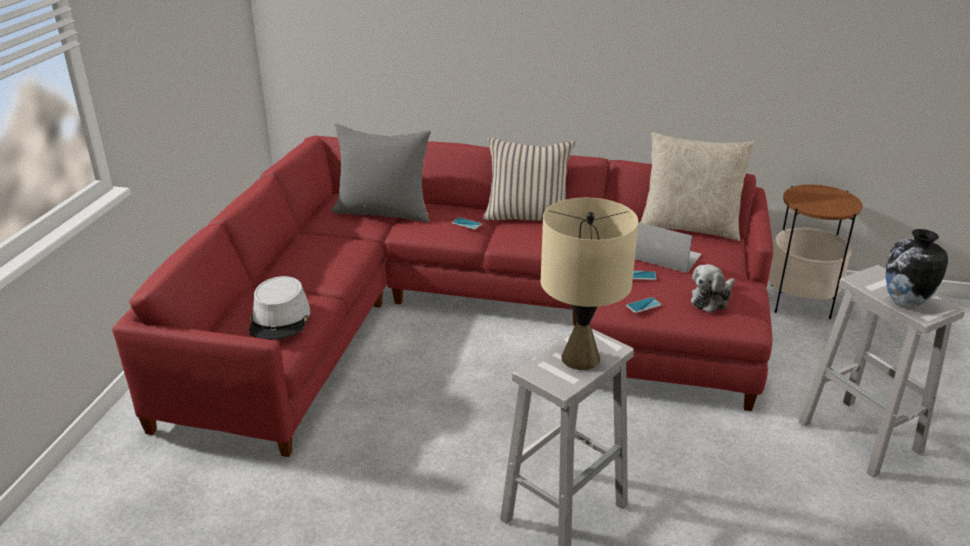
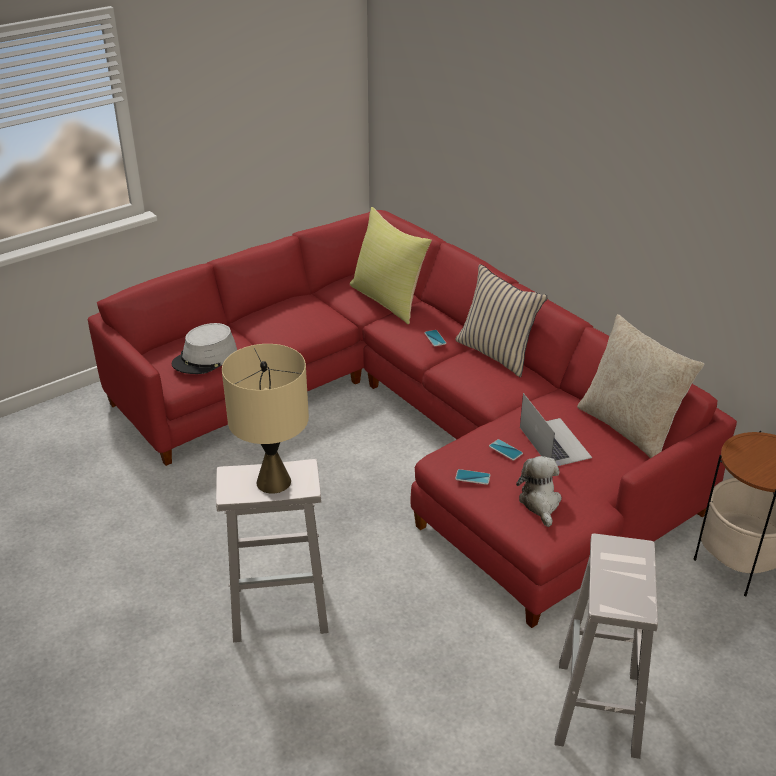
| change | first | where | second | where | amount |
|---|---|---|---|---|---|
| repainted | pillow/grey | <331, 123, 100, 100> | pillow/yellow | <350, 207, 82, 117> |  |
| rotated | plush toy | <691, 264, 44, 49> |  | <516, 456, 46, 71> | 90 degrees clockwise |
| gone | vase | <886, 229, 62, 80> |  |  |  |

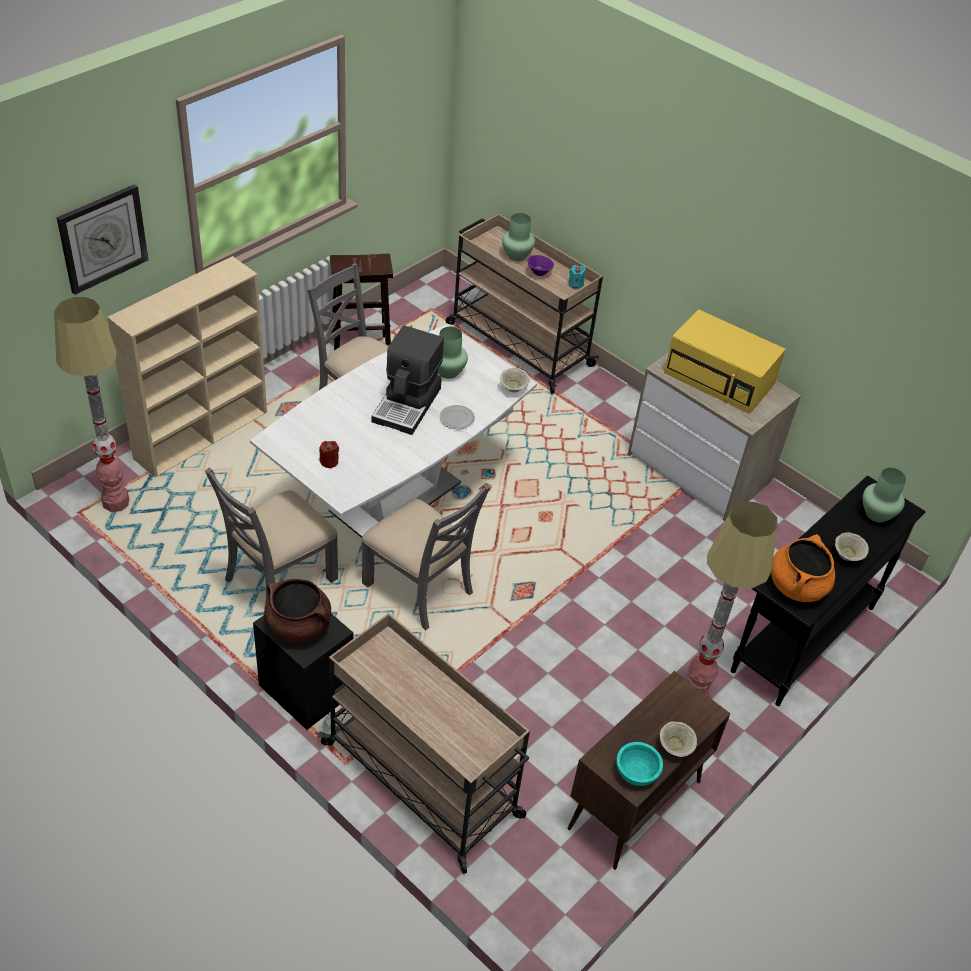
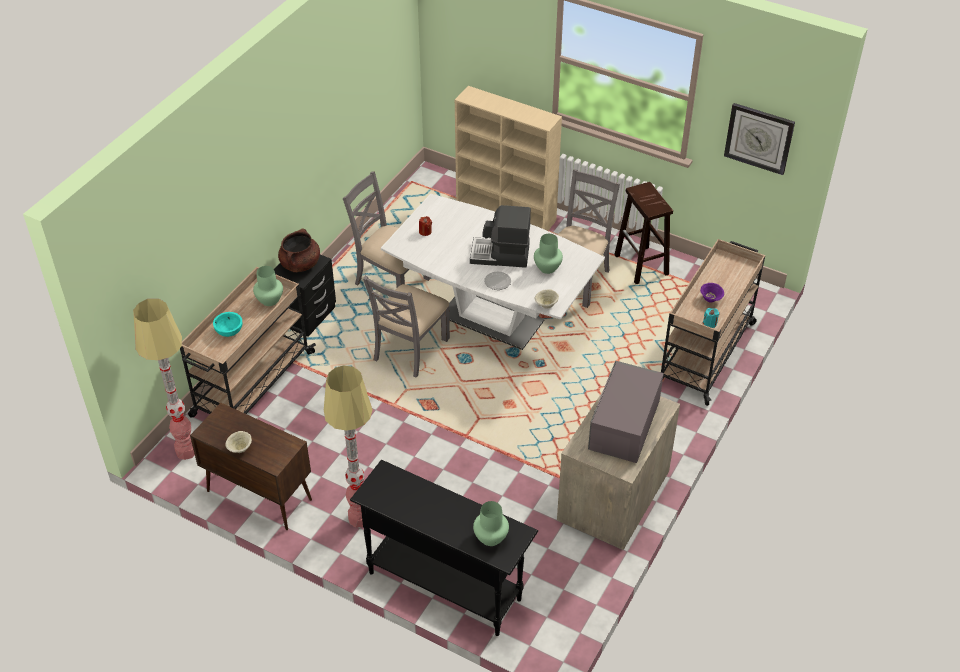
| change | first | where | second | where | amount |
|---|---|---|---|---|---|
| shifted | floor lamp | <54, 297, 75, 215> |  | <133, 299, 62, 161> |  |
| shifted | bowl/turquoise | <617, 742, 46, 44> |  | <213, 312, 29, 25> |  |
| shifted | vase/green | <502, 213, 33, 48> |  | <253, 266, 30, 40> |  |
| repainted | microwave/yellow | <664, 309, 122, 105> | microwave/grey | <588, 361, 76, 102> |  |
| shifted | wall clock | <57, 184, 91, 111> |  | <724, 103, 71, 72> |  |
| gone | cooking pot/orange | <771, 534, 64, 68> |  |  |  |
| gone | bowl/beige | <835, 532, 34, 29> |  |  |  |

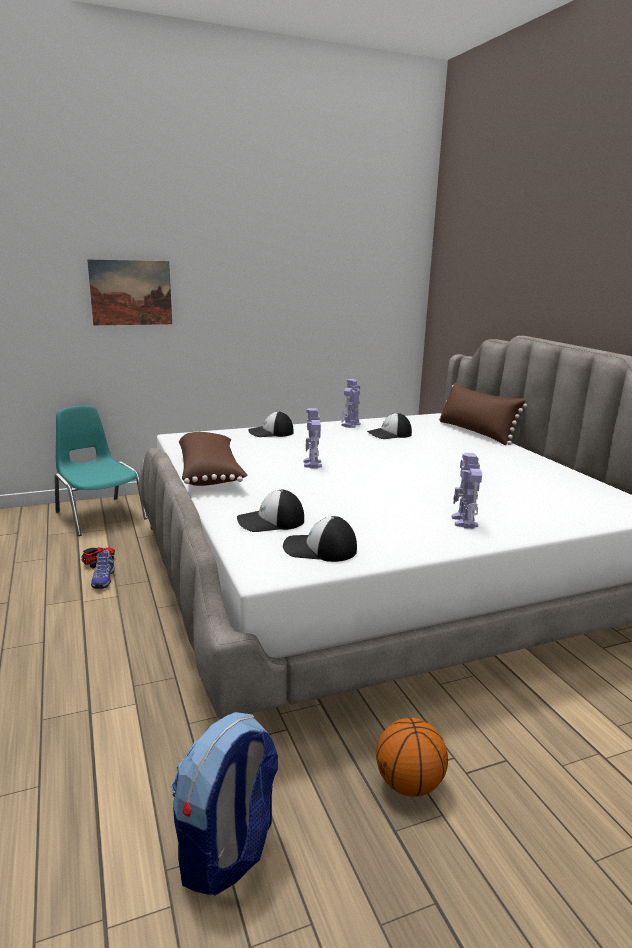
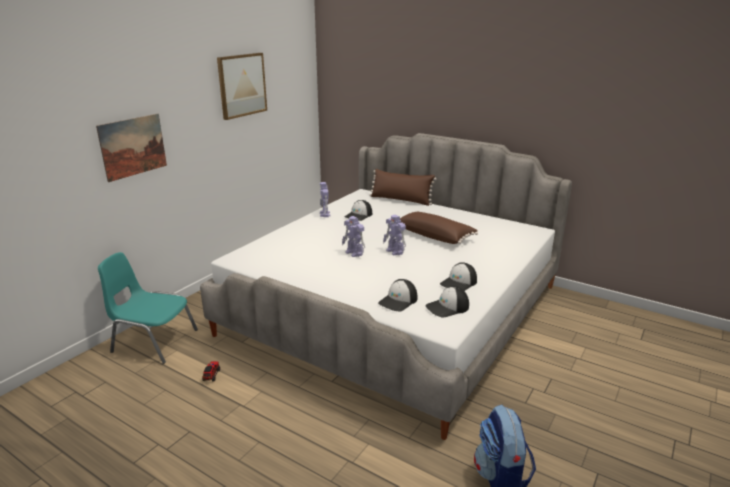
| change | first | where | second | where | amount |
|---|---|---|---|---|---|
| new |  |  | picture | <217, 53, 50, 67> |  |
| shifted | toy robot | <452, 453, 30, 76> |  | <383, 215, 23, 40> |  |
| shifted | pillow/brown | <179, 432, 69, 54> |  | <400, 212, 78, 32> |  |
| shifted | cap | <248, 412, 45, 25> |  | <440, 262, 37, 29> |  |
| gone | shoe | <91, 550, 24, 39> |  |  |  |
| gone | basketball | <376, 718, 72, 79> |  |  |  |

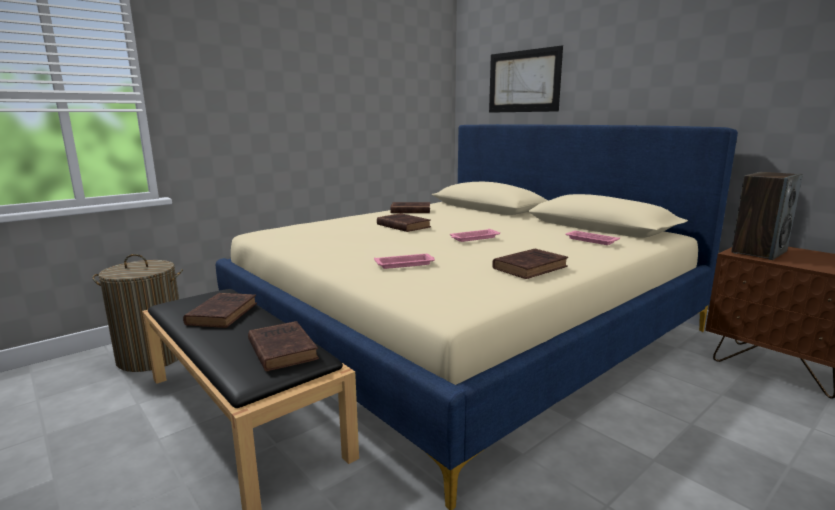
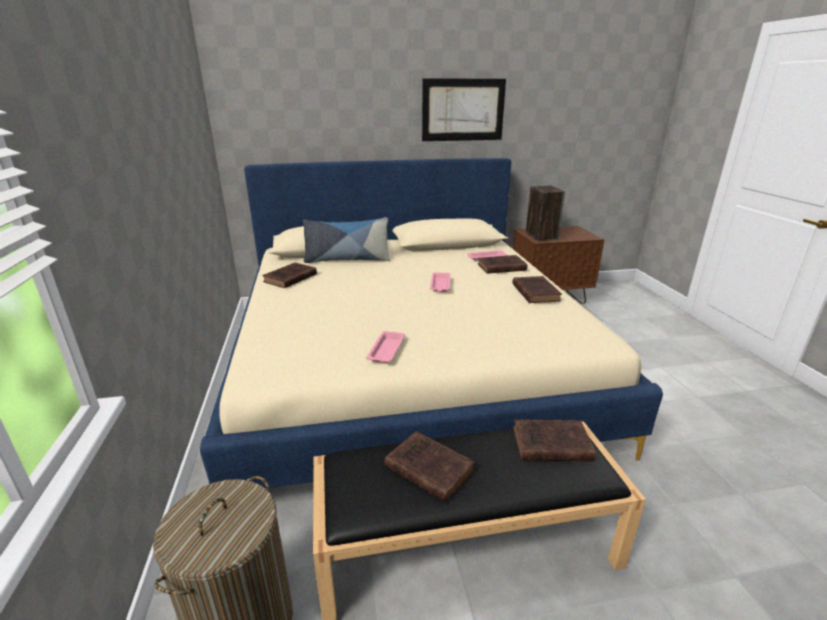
| change | first | where | second | where | amount |
|---|---|---|---|---|---|
| new |  |  | pillow | <303, 217, 87, 46> |  |
| shifted | tray/pink | <374, 254, 61, 15> |  | <366, 331, 39, 32> |  |
| shifted | picture | <489, 45, 74, 68> |  | <422, 79, 84, 62> |  |
| shifted | book/brown | <377, 213, 54, 19> |  | <478, 255, 49, 19> |  |

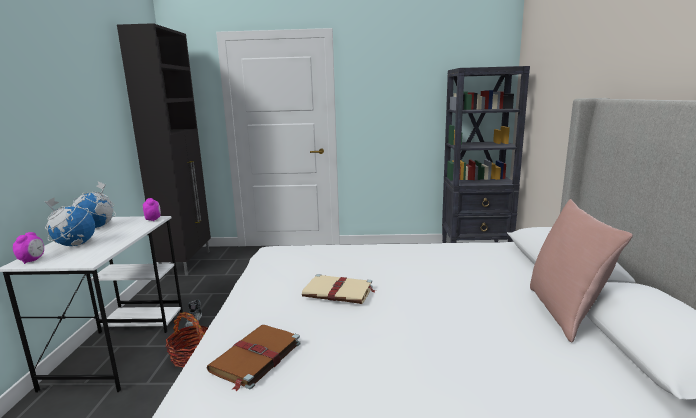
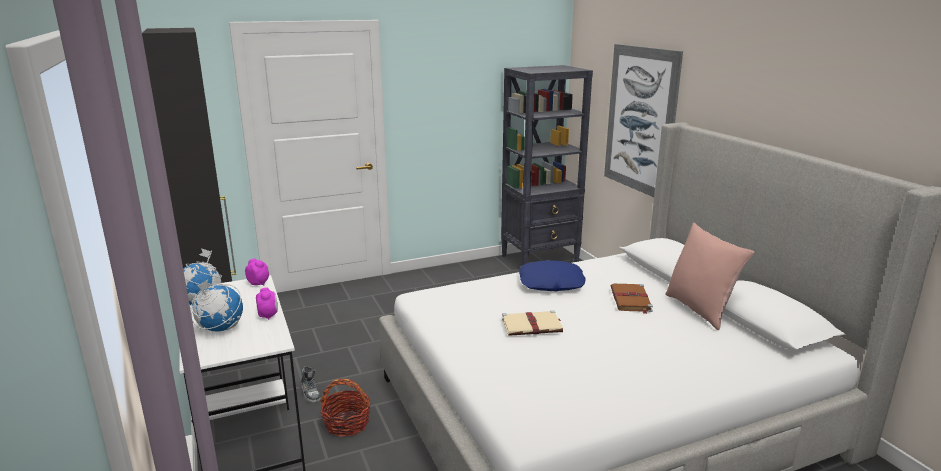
| change | first | where | second | where | amount |
|---|---|---|---|---|---|
| shifted | alarm clock | <13, 232, 31, 32> |  | <256, 288, 22, 32> |  |
| new |  |  | pillow/blue | <519, 260, 67, 31> |  |
| new |  |  | picture | <604, 44, 79, 153> |  |
| shifted | book/brown | <207, 325, 94, 66> |  | <611, 284, 42, 30> |  |

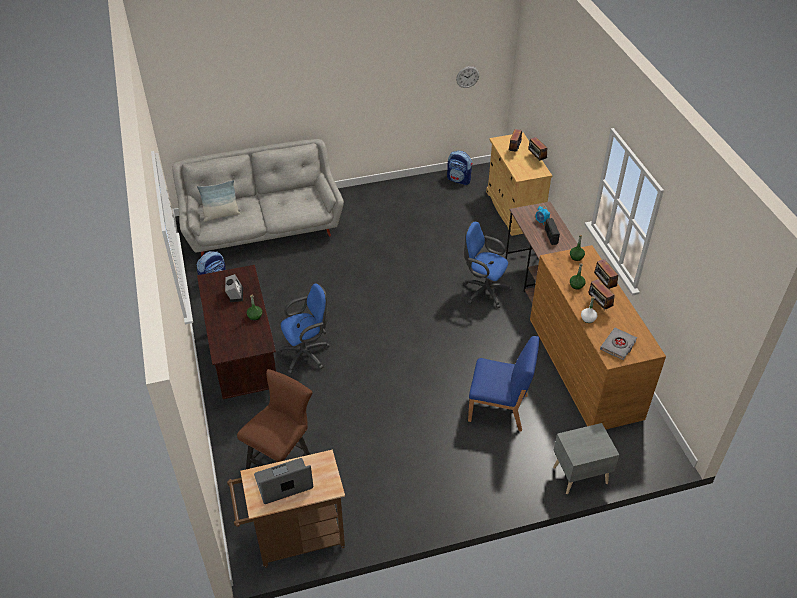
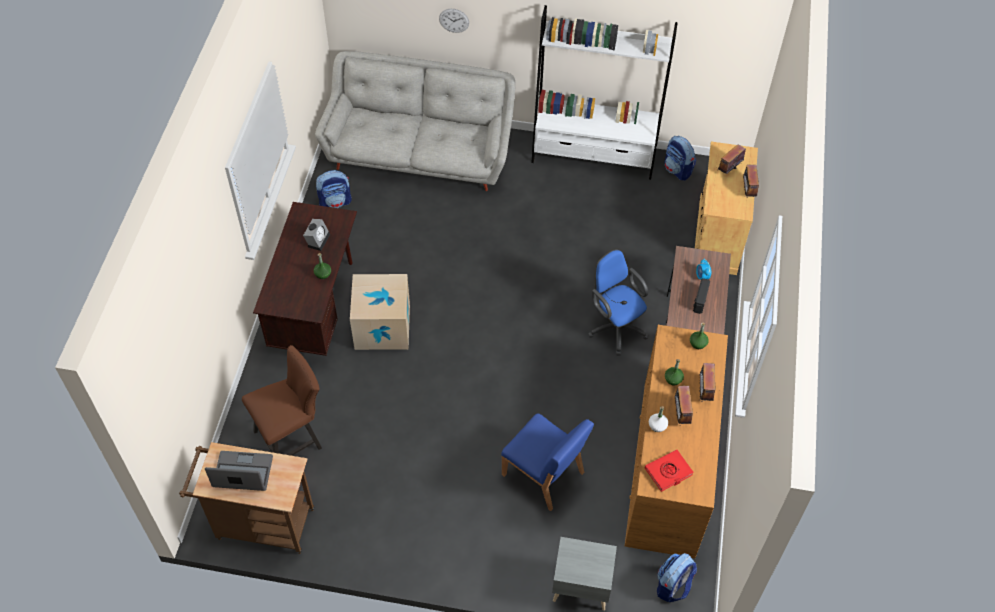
| change | first | where | second | where | amount |
|---|---|---|---|---|---|
| swapped | office chair/blue | <277, 283, 53, 91> | cardboard box | <350, 274, 60, 76> |  |
| shifted | wall clock | <456, 66, 23, 22> |  | <439, 9, 30, 24> |  |
| new |  |  | bookcase/white | <531, 5, 147, 175> |  |
| repainted | book/grey | <600, 328, 37, 32> | book/red | <645, 450, 49, 42> |  |
| new |  |  | backpack | <657, 553, 40, 49> |  |
| gone | pillow | <197, 180, 44, 42> |  |  |  |

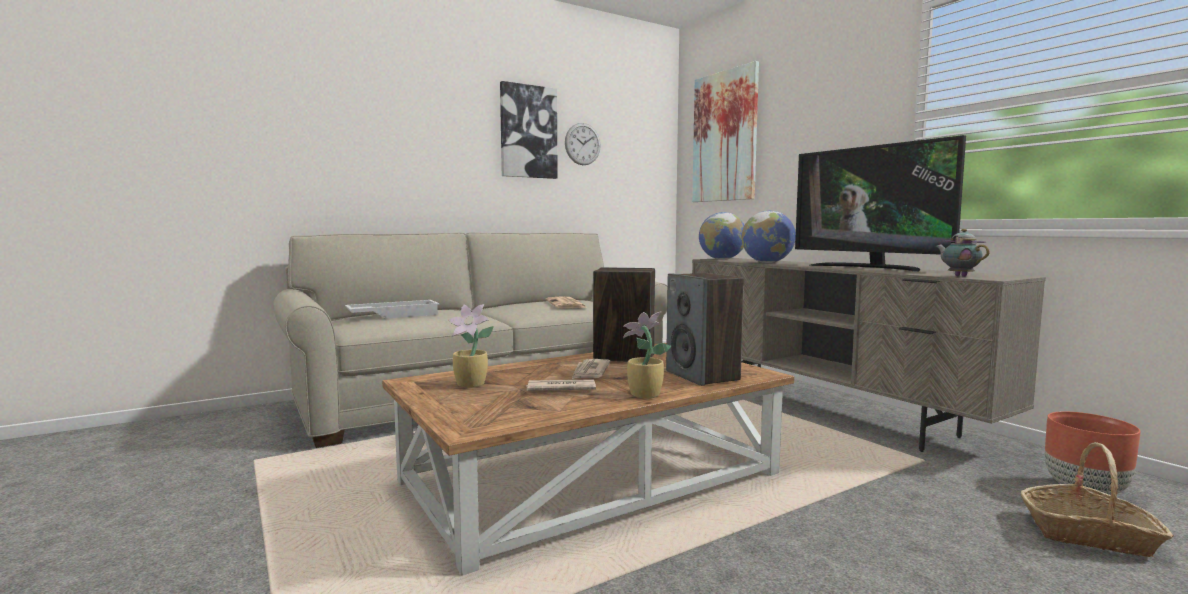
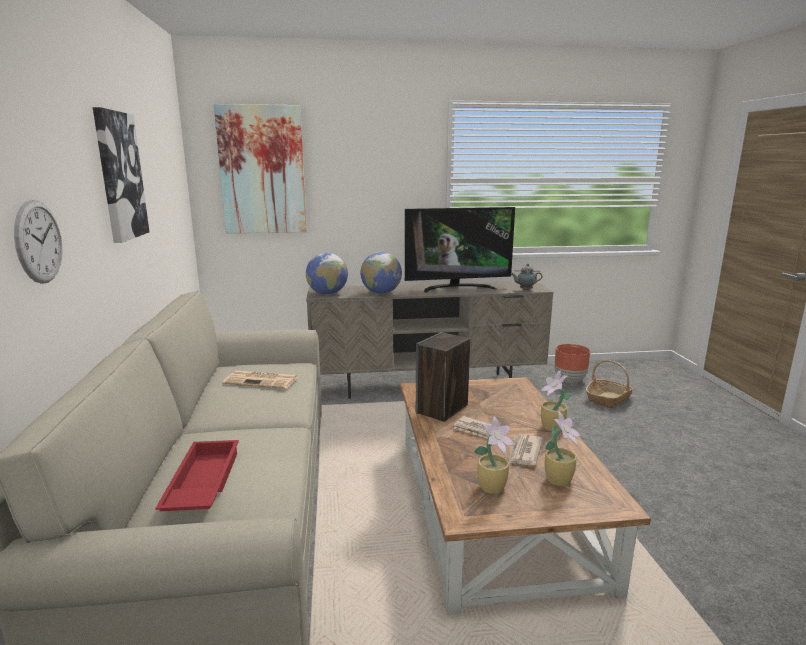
| change | first | where | second | where | amount |
|---|---|---|---|---|---|
| shifted | wall clock | <565, 123, 36, 42> |  | <14, 200, 49, 84> |  |
| repainted | tray/white | <345, 300, 95, 19> | tray/red | <155, 440, 84, 71> |  |
| new |  |  | potted plant | <545, 411, 35, 75> |  |
| gone | speaker | <666, 273, 78, 113> |  |  |  |

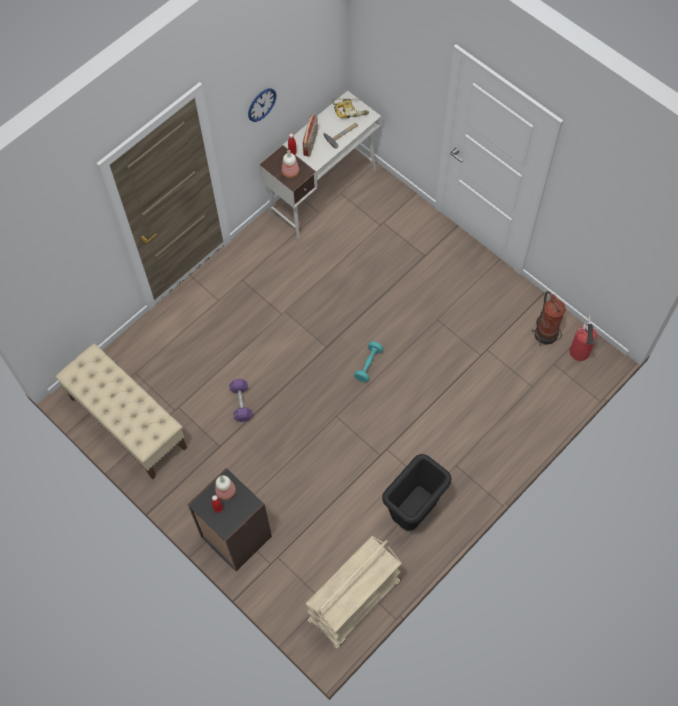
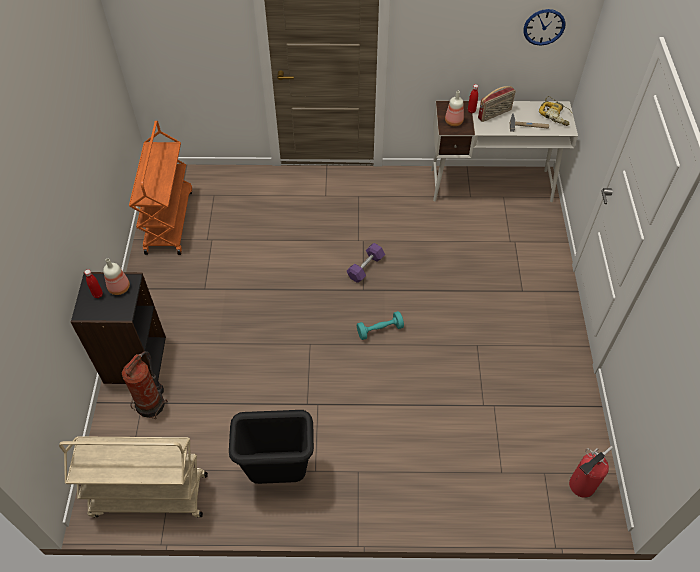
| change | first | where | second | where | amount |
|---|---|---|---|---|---|
| shifted | fire extinguisher | <532, 291, 34, 55> |  | <122, 351, 46, 68> |  |
| swapped | bench/beige | <55, 343, 132, 136> | cart/orange | <129, 121, 63, 134> |  |
| shifted | dumbbell/purple | <229, 379, 23, 43> |  | <347, 243, 38, 40> |  |
| shifted | wall clock | <248, 88, 28, 34> |  | <524, 9, 42, 37> |  |

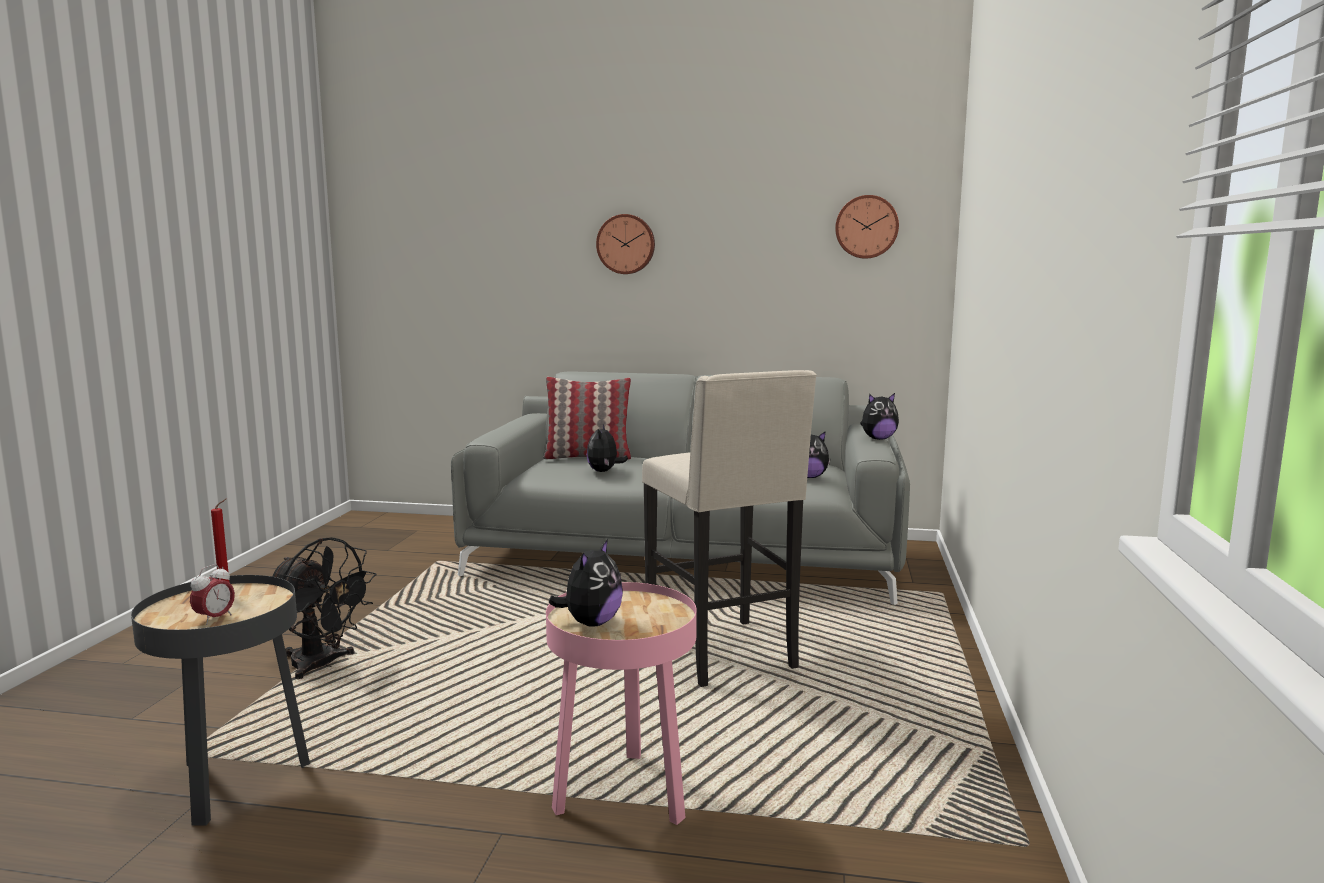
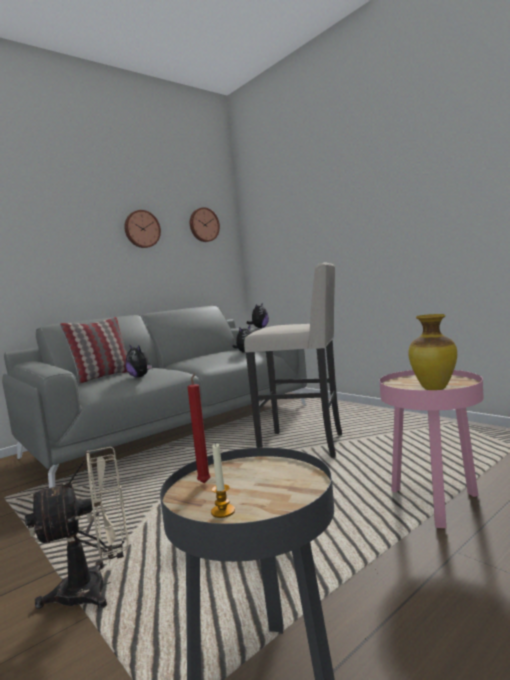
| change | first | where | second | where | amount |
|---|---|---|---|---|---|
| repainted | fan/black | <272, 538, 105, 141> | fan/beige | <25, 447, 104, 162> |  |
| shifted | wall clock | <596, 214, 59, 60> |  | <124, 210, 37, 38> |  |
| new |  |  | candle | <211, 443, 24, 75> |  |
| swapped | plush toy | <548, 539, 75, 88> | vase | <408, 314, 49, 76> |  |
| gone | alarm clock | <190, 564, 45, 61> |  |  |  |

